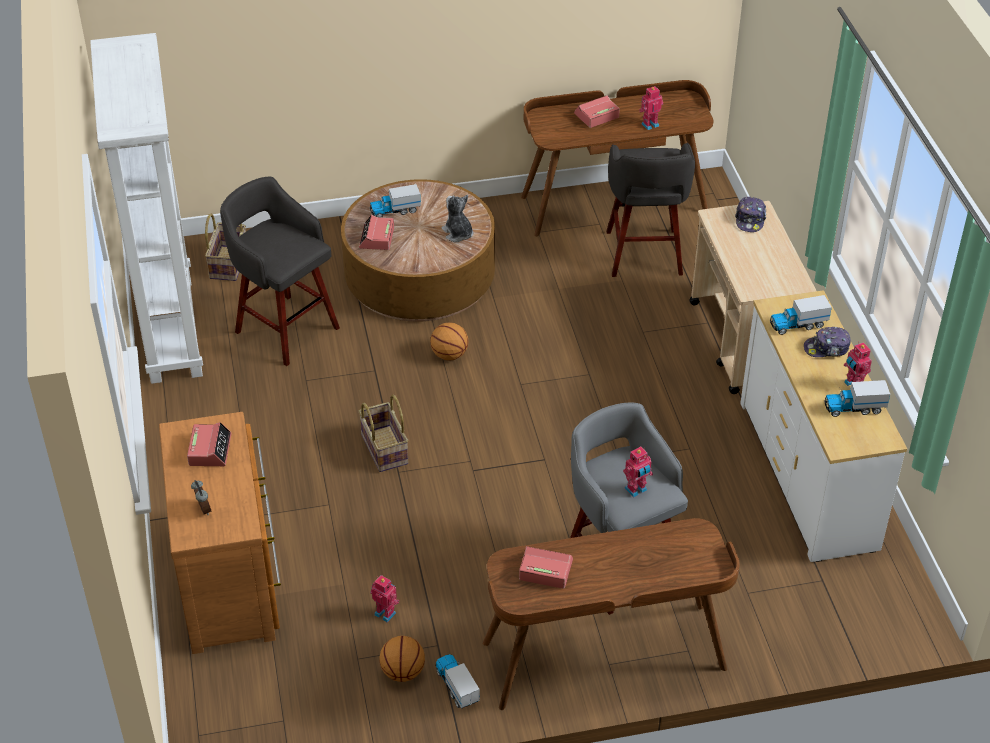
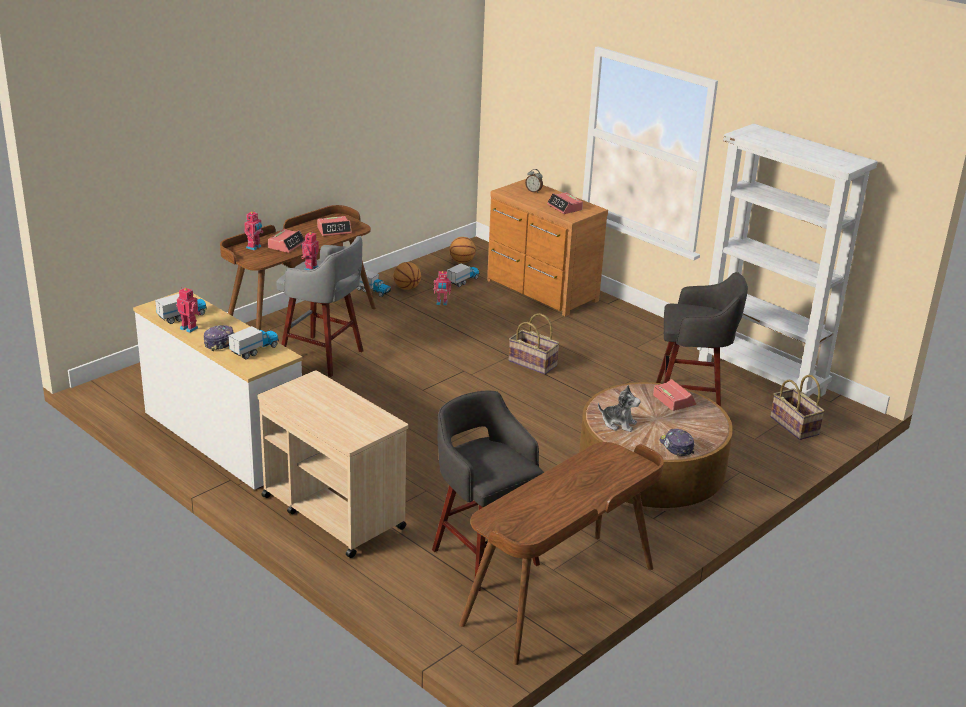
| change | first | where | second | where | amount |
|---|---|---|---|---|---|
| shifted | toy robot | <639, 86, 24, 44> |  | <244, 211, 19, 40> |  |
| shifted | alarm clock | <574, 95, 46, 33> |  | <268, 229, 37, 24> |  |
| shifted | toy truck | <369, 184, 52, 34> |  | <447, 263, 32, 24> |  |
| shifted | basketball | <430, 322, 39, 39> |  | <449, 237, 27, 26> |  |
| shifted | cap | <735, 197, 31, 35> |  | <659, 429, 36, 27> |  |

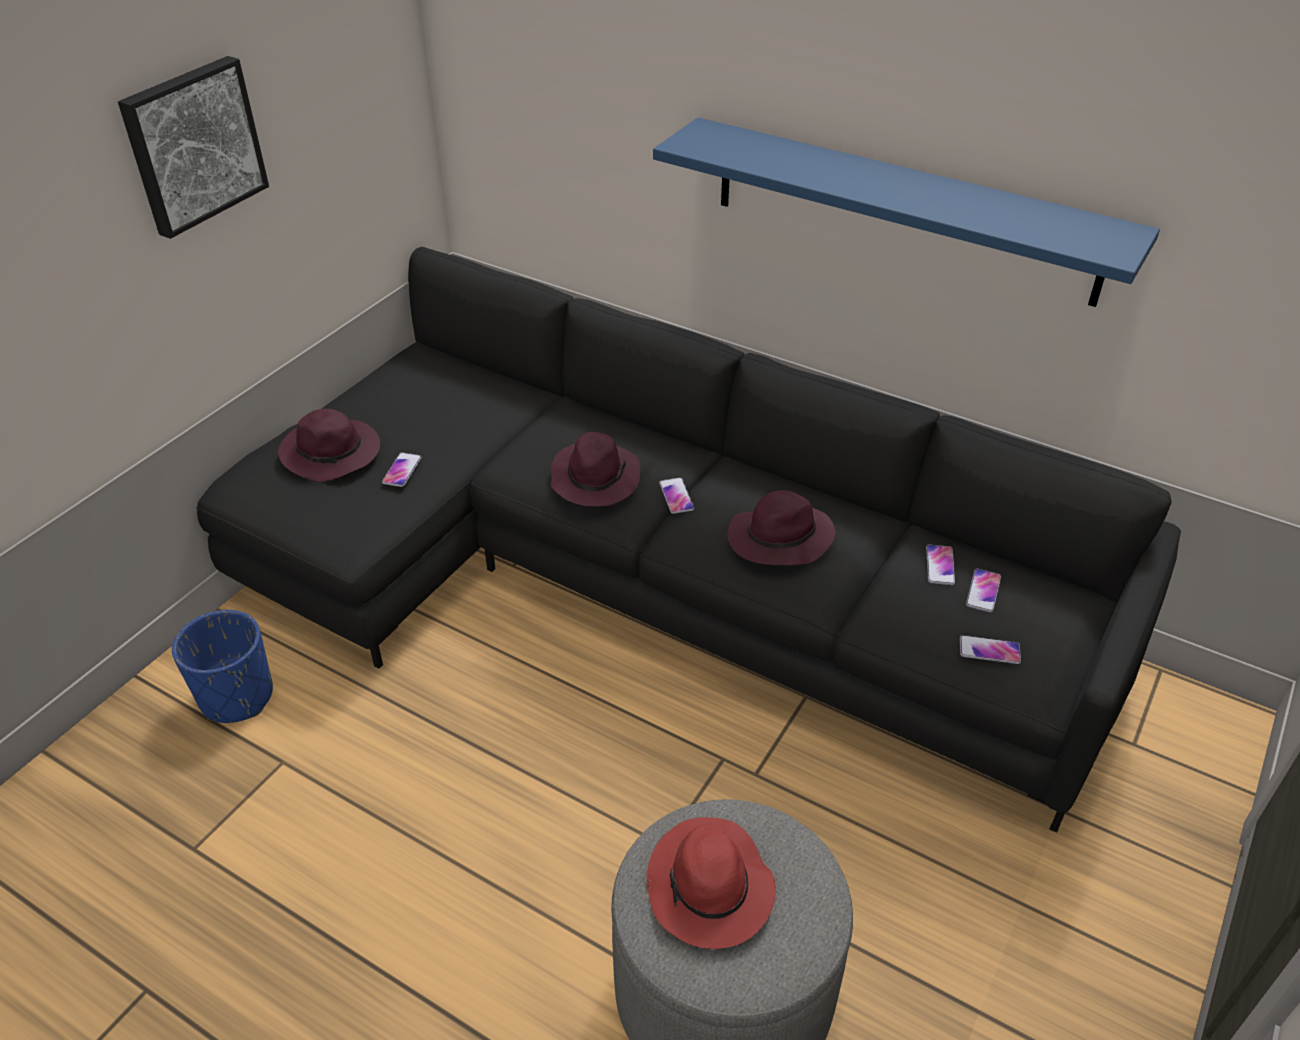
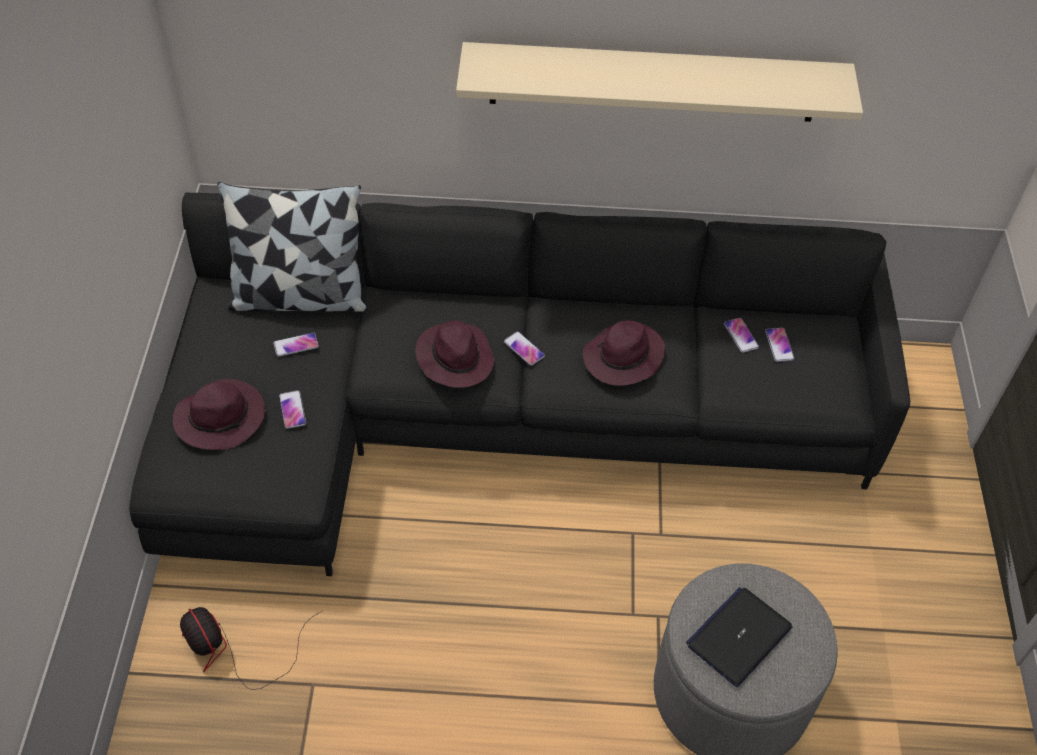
| change | first | where | second | where | amount |
|---|---|---|---|---|---|
| swapped | planter/blue | <172, 610, 101, 113> | fan | <180, 607, 142, 83> |  |
| new |  |  | pillow | <217, 182, 151, 130> |  |
| shifted | phone | <960, 635, 61, 29> |  | <273, 332, 46, 25> |  |
| repainted | shelf/blue | <653, 118, 507, 189> | shelf/beige | <456, 42, 407, 80> |  |
| swapped | hat/red | <647, 817, 129, 132> | laptop | <686, 587, 106, 100> |  |
| gone | picture | <118, 56, 151, 183> |  |  |  |

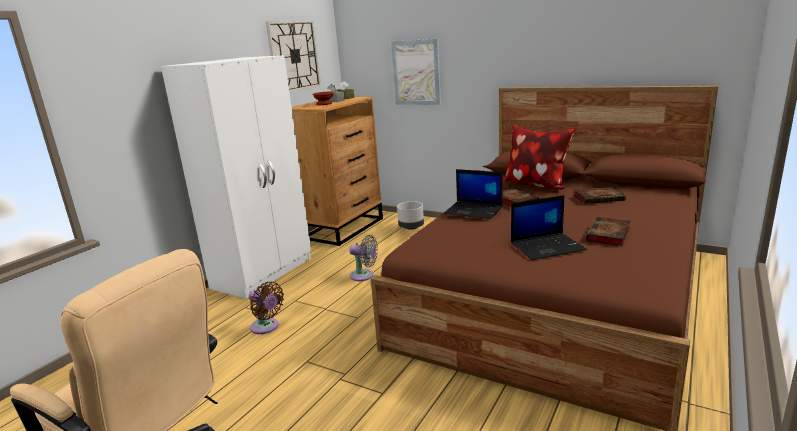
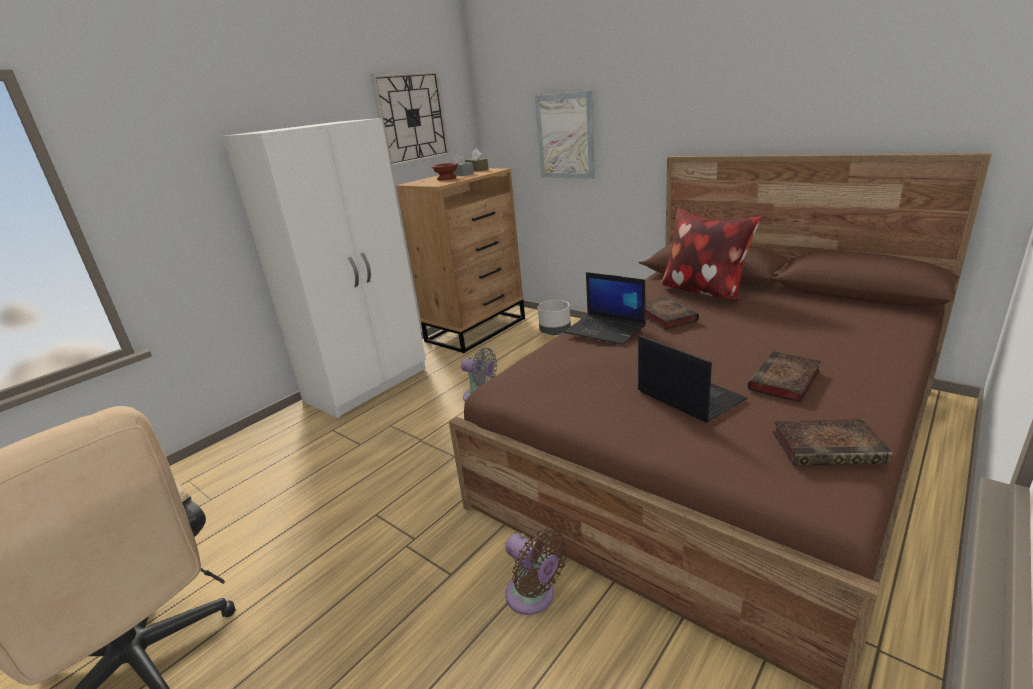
| change | first | where | second | where | amount |
|---|---|---|---|---|---|
| shifted | fan/brown | <249, 282, 35, 52> |  | <505, 529, 62, 86> |  |
| rotated | laptop | <511, 195, 76, 65> |  | <638, 335, 109, 88> | 120 degrees counterclockwise |
| shifted | book | <574, 187, 52, 17> |  | <773, 419, 120, 46> |  |

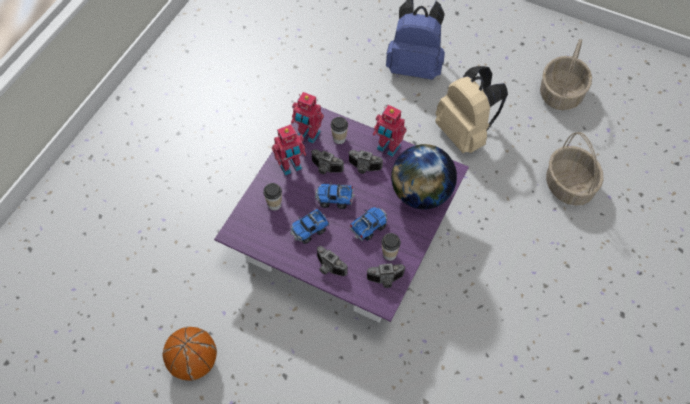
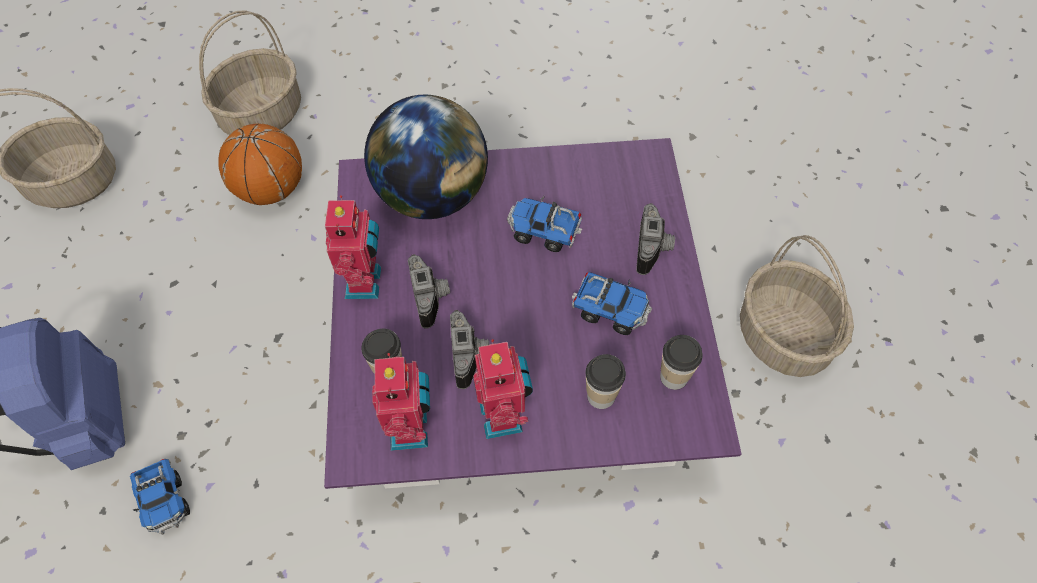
| change | first | where | second | where | amount |
|---|---|---|---|---|---|
| shifted | toy truck | <315, 181, 40, 28> |  | <130, 459, 60, 76> |  |
| shifted | basketball | <162, 327, 55, 54> |  | <218, 123, 84, 82> |  |
| rotated | toy robot | <272, 124, 34, 52> |  | <473, 339, 60, 100> | 45 degrees clockwise |
| shifted | cup | <381, 233, 20, 28> |  | <660, 335, 43, 55> |  |
| new |  |  | basket | <740, 235, 114, 142> |  |
| gone | photo camera | <366, 263, 39, 25> |  |  |  |
| gone | backpack/beige | <435, 66, 73, 87> |  |  |  |

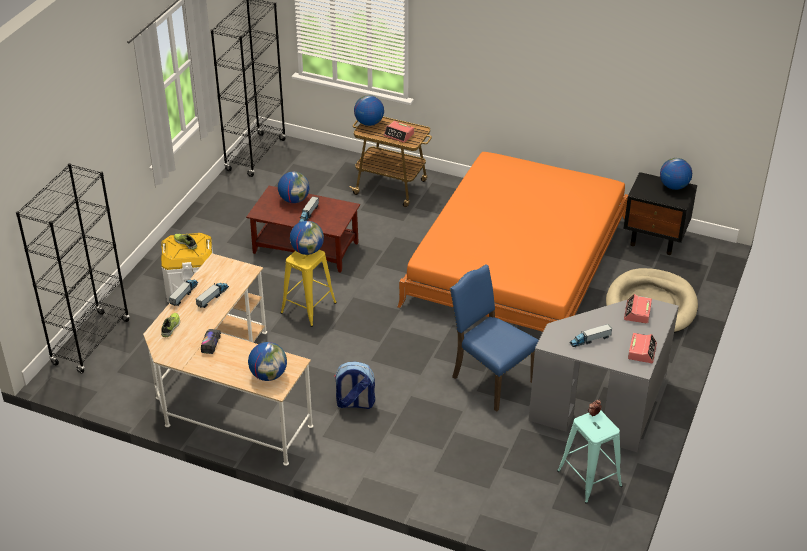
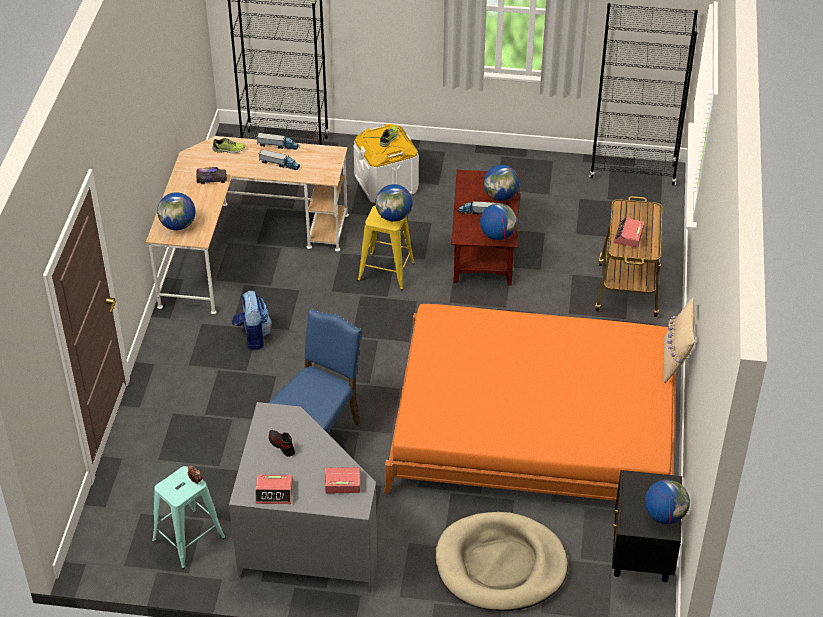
| change | first | where | second | where | amount |
|---|---|---|---|---|---|
| swapped | toy truck | <570, 324, 42, 23> | shoe | <269, 430, 26, 27> |  |
| shifted | globe | <354, 95, 30, 31> |  | <480, 203, 37, 37> |  |
| new |  |  | pillow/beige | <663, 297, 32, 86> |  |

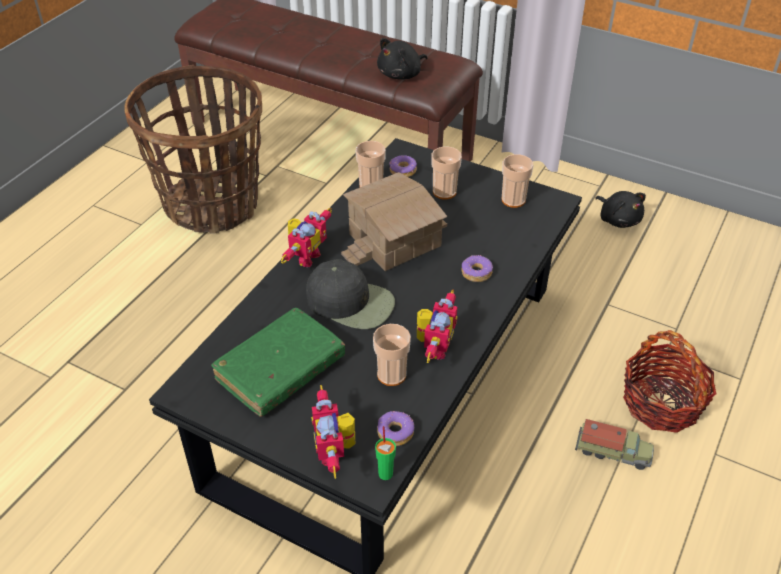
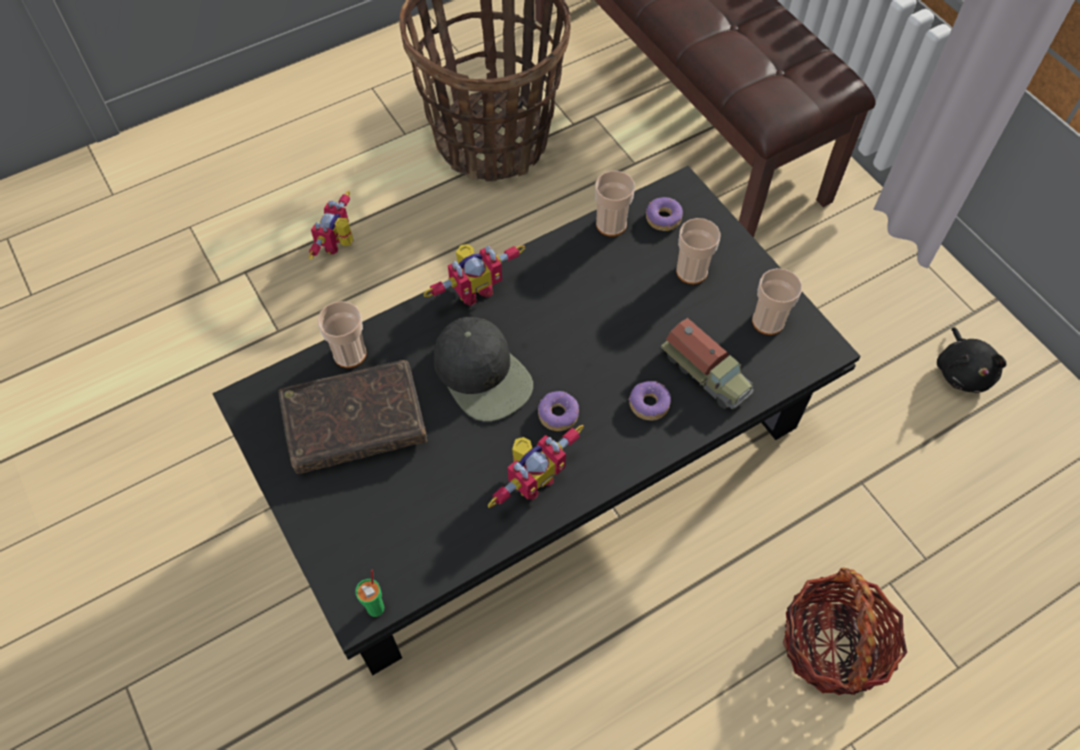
| change | first | where | second | where | amount |
|---|---|---|---|---|---|
| repainted | book/green | <211, 308, 134, 109> | book/brown | <279, 360, 148, 114> |  |
| shifted | toy robot | <311, 385, 44, 94> |  | <309, 191, 44, 69> |  |
| shifted | cup | <373, 324, 38, 62> |  | <318, 301, 49, 67> |  |
| shifted | donut | <377, 411, 37, 35> |  | <538, 391, 41, 40> |  |
| shifted | toy truck | <575, 419, 79, 51> |  | <660, 318, 94, 91> |  |
| gone | toy house | <341, 172, 106, 99> |  |  |  |
| gone | plush toy/black | <377, 38, 51, 42> |  |  |  |

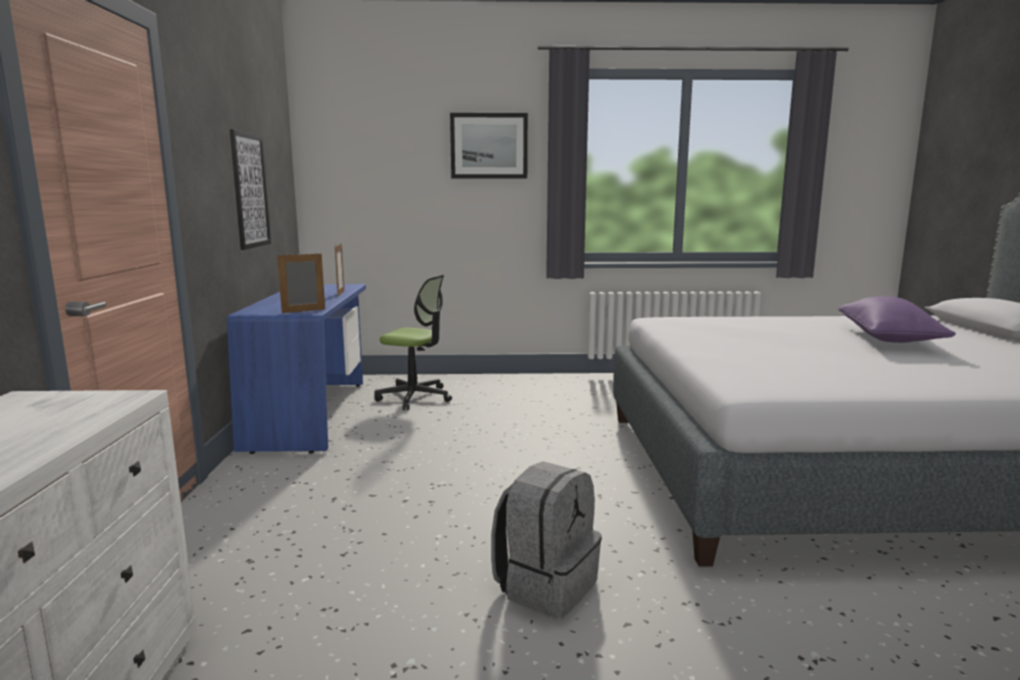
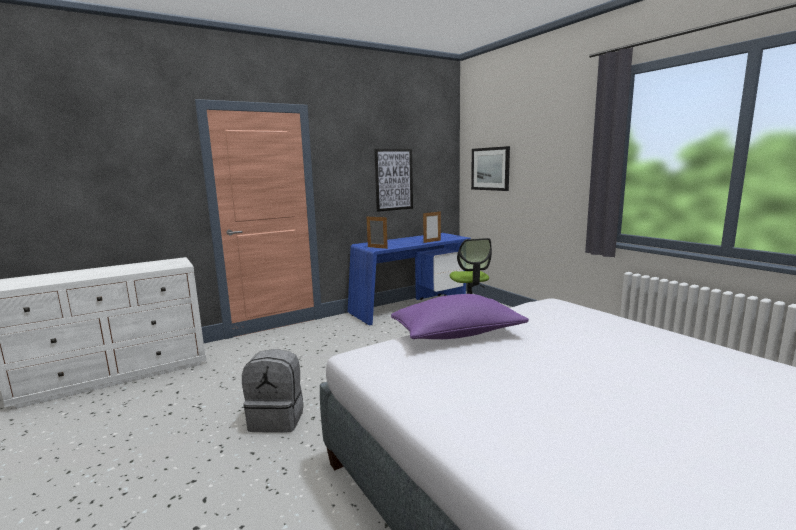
| change | first | where | second | where | amount |
|---|---|---|---|---|---|
| shifted | pillow/purple | <838, 296, 118, 47> |  | <391, 294, 138, 45> |  |
| shifted | picture | <450, 113, 78, 66> |  | <471, 146, 39, 45> |  |

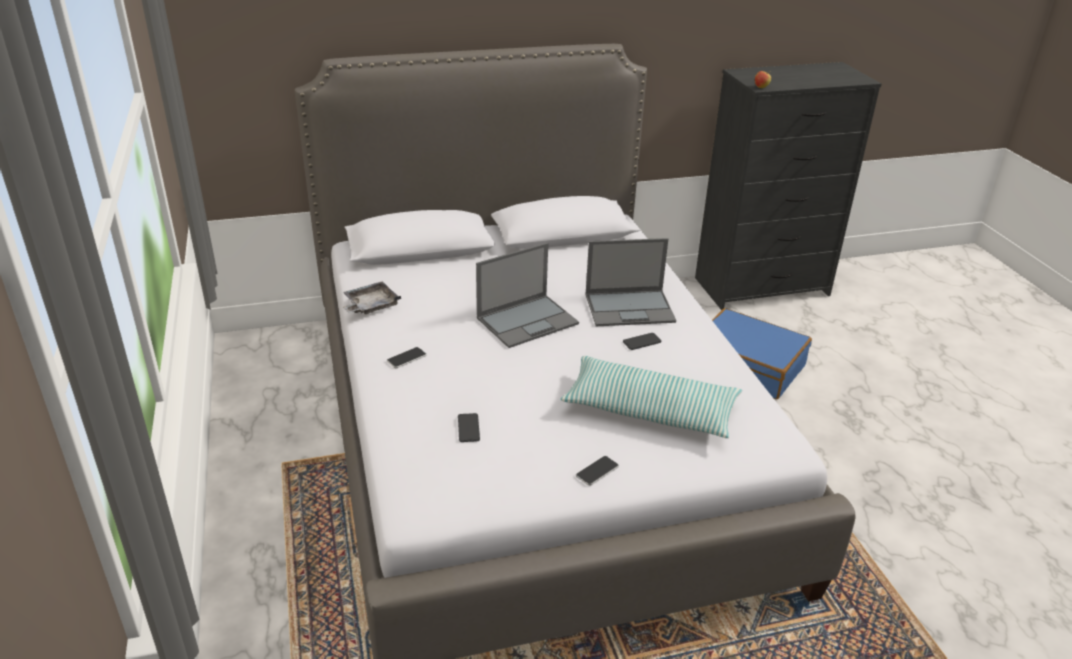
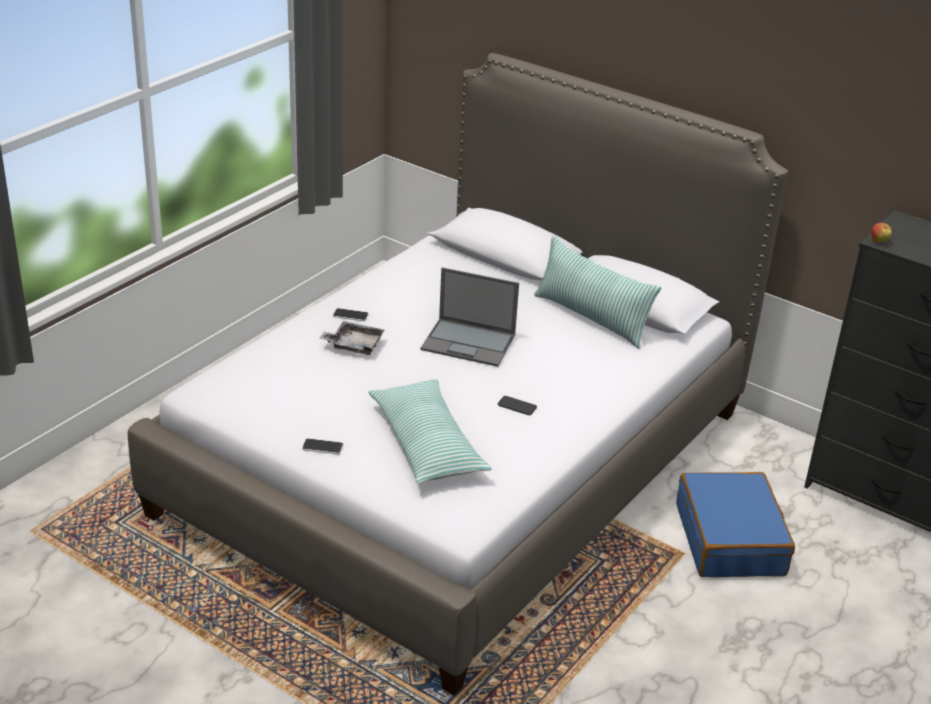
| change | first | where | second | where | amount |
|---|---|---|---|---|---|
| shifted | tray/grey | <343, 281, 58, 33> |  | <319, 321, 65, 34> |  |
| new |  |  | pillow | <534, 236, 127, 113> |  |
| gone | phone | <458, 413, 22, 29> |  |  |  |
| gone | laptop | <585, 238, 91, 88> |  |  |  |

